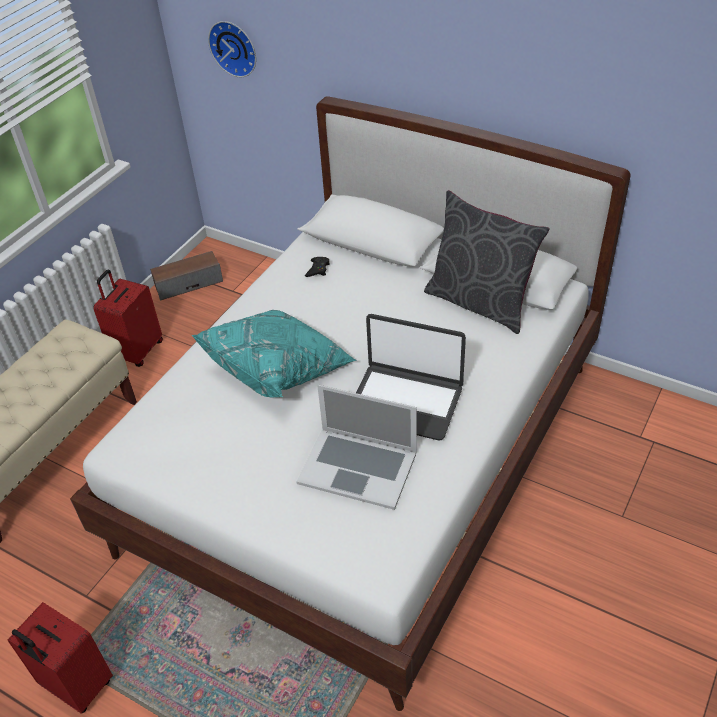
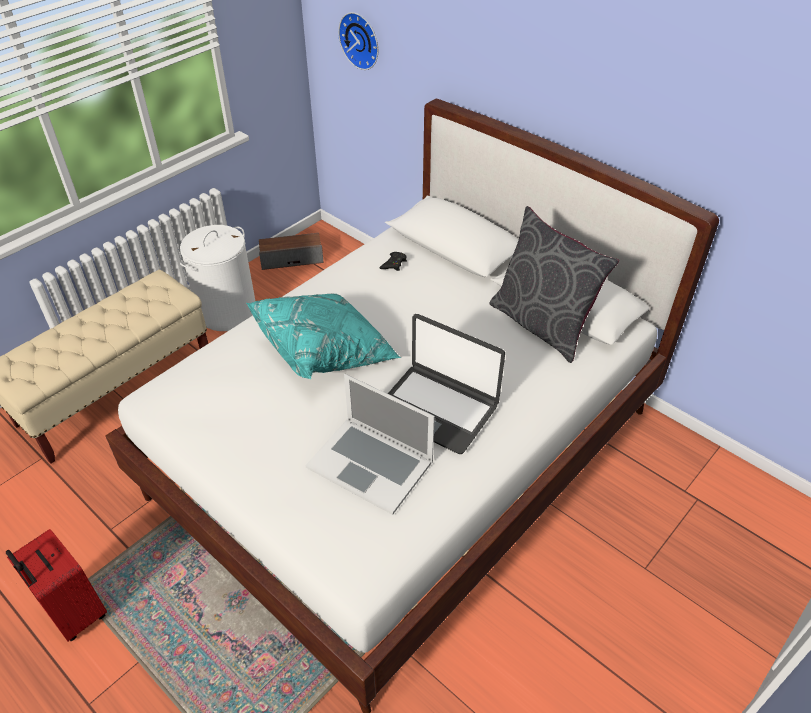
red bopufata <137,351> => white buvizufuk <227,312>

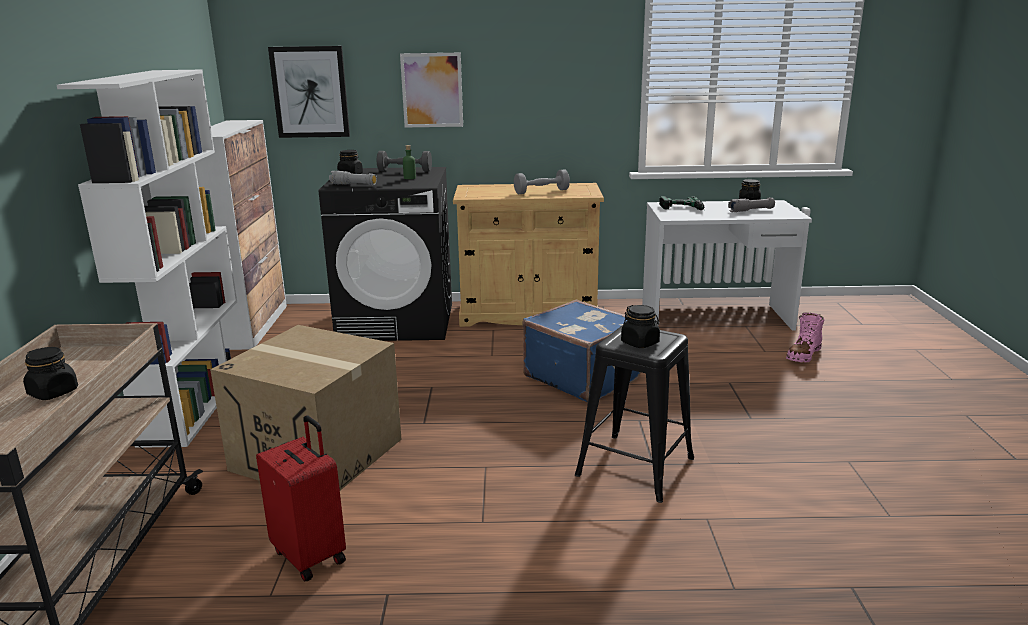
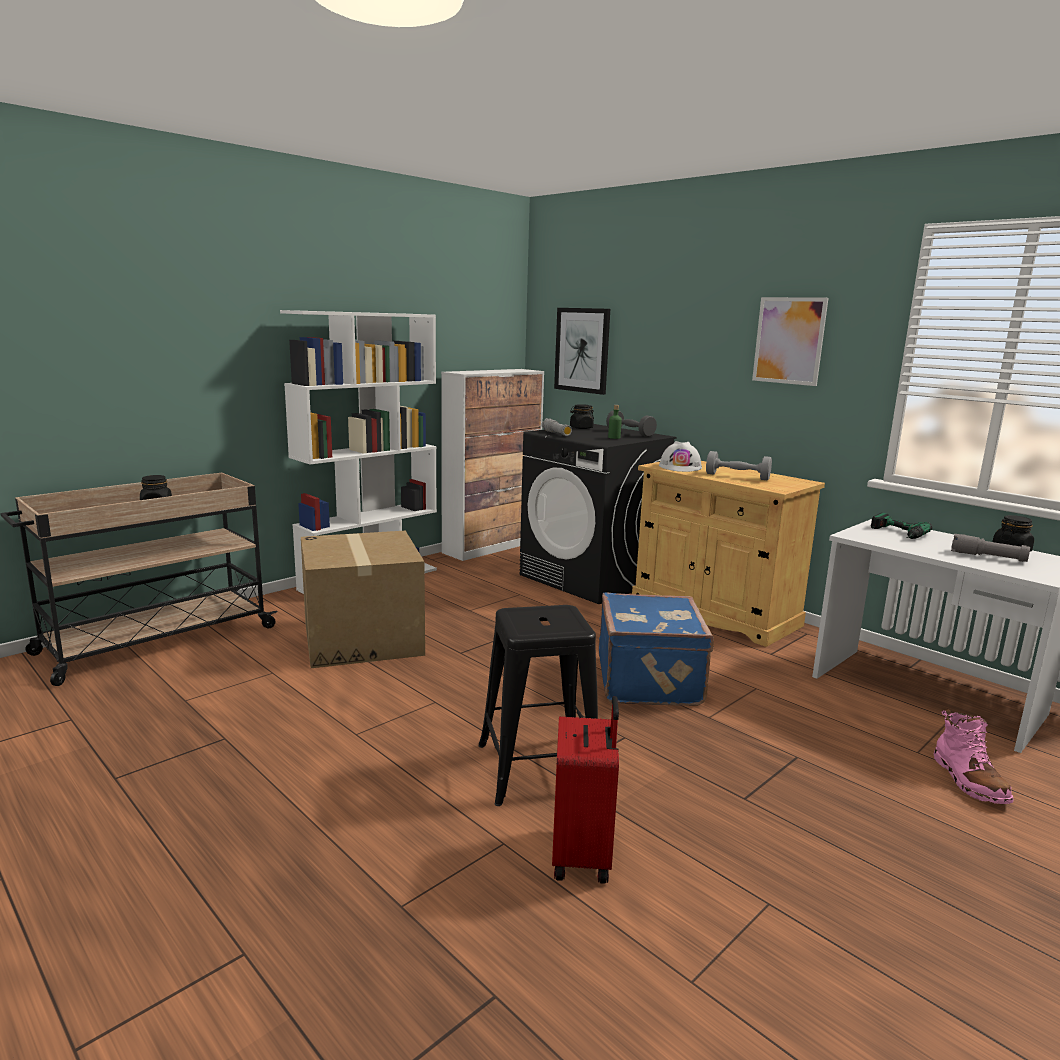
red bopufata <311,555> => red bopufata <583,855>, move
nothing => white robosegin <680,467>
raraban <432,90> => raraban <789,340>, move
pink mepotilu <803,355> => pink mepotilu <968,780>, 90 degrees counterclockwise
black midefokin <640,343> => nothing

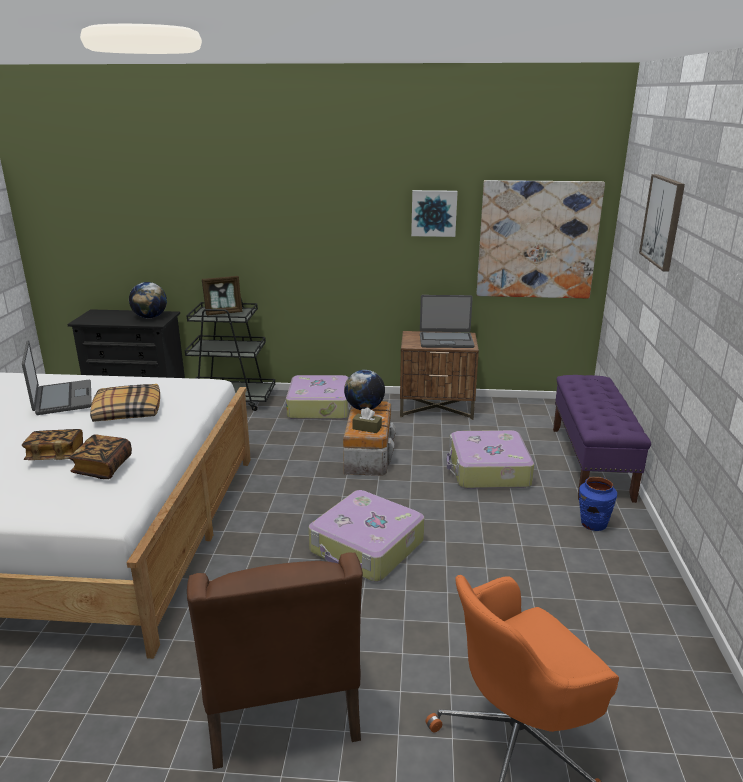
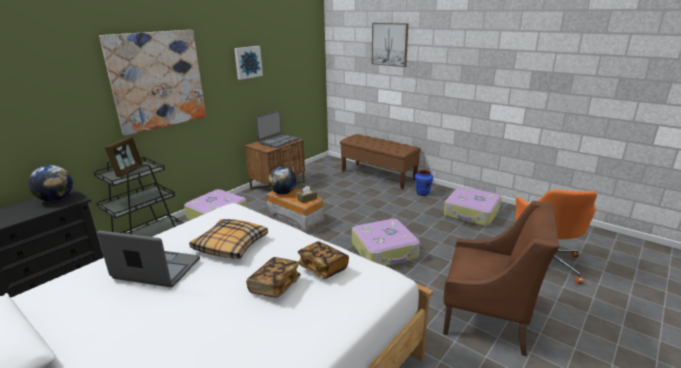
raraban <537,240> => raraban <157,80>, move
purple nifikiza <591,463> => brown nifikiza <378,175>
bopufata <487,471> => bopufata <471,213>, move

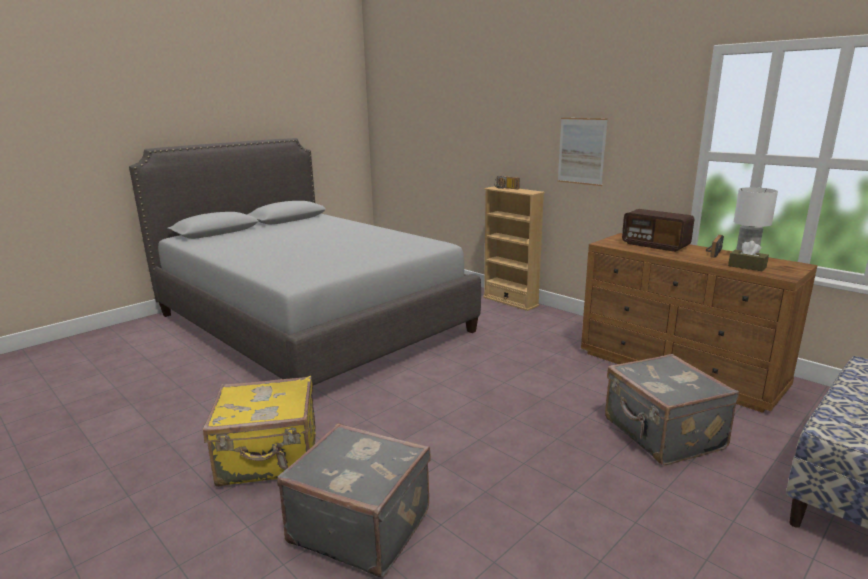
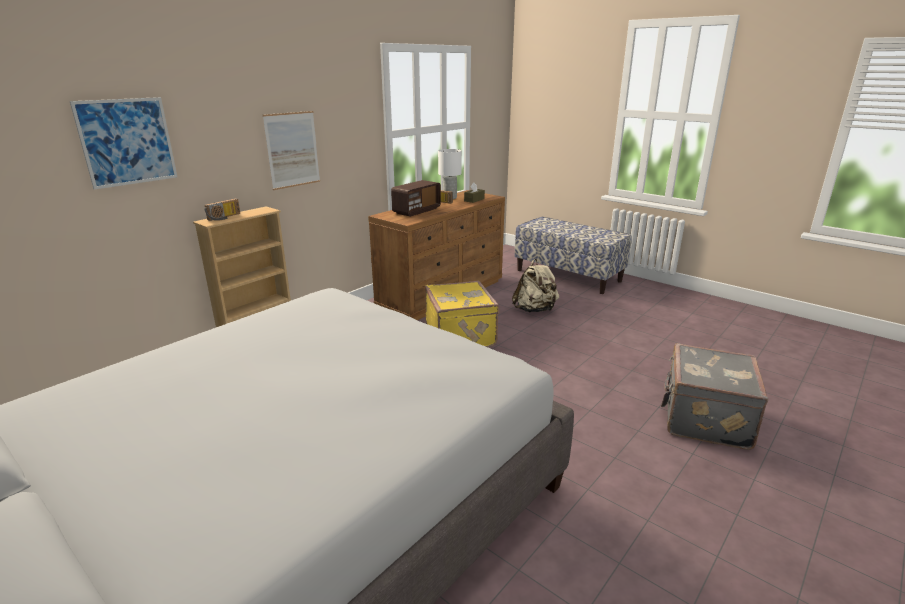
nothing => raraban <127,142>
yellow bopufata <270,459> => yellow bopufata <461,335>, move
grey bopufata <662,434> => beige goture <535,310>

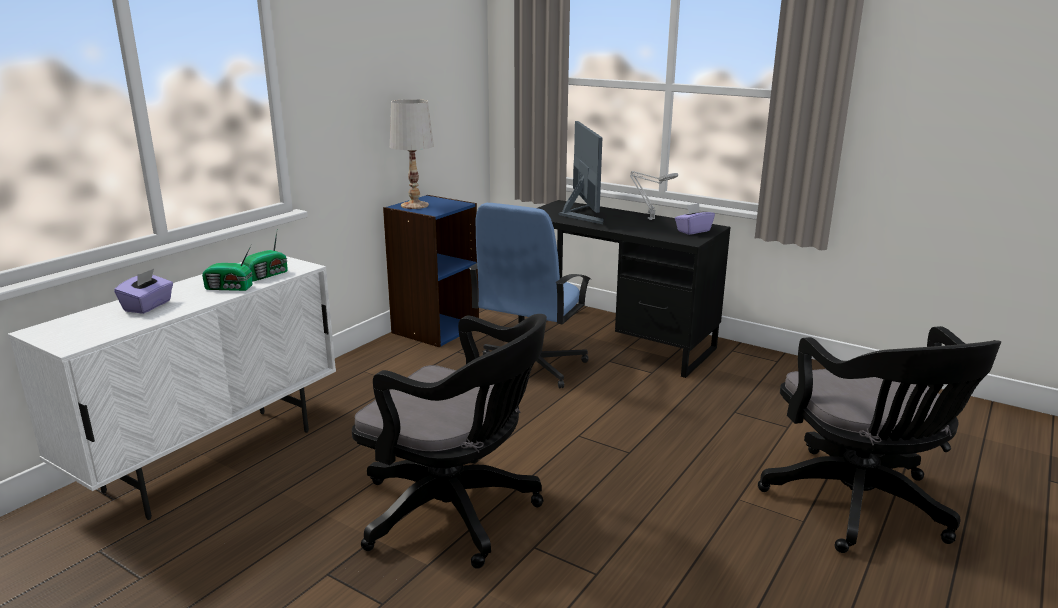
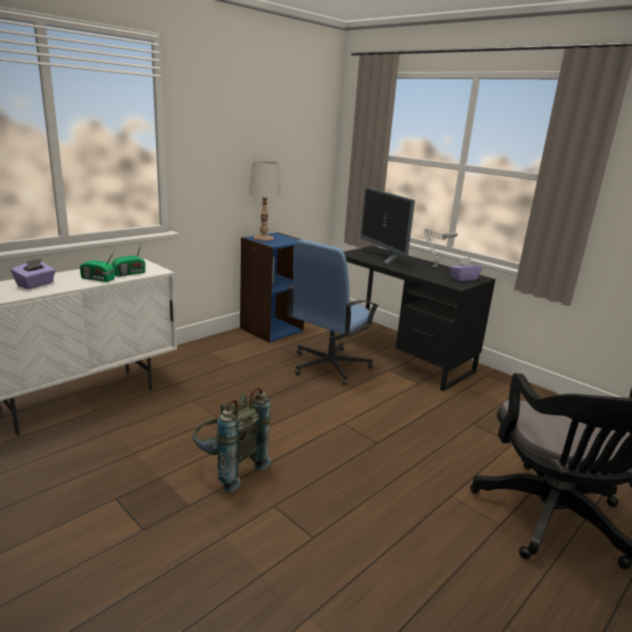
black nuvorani <456,513> => grey goture <228,468>
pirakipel <581,214> => pirakipel <383,257>, 150 degrees clockwise

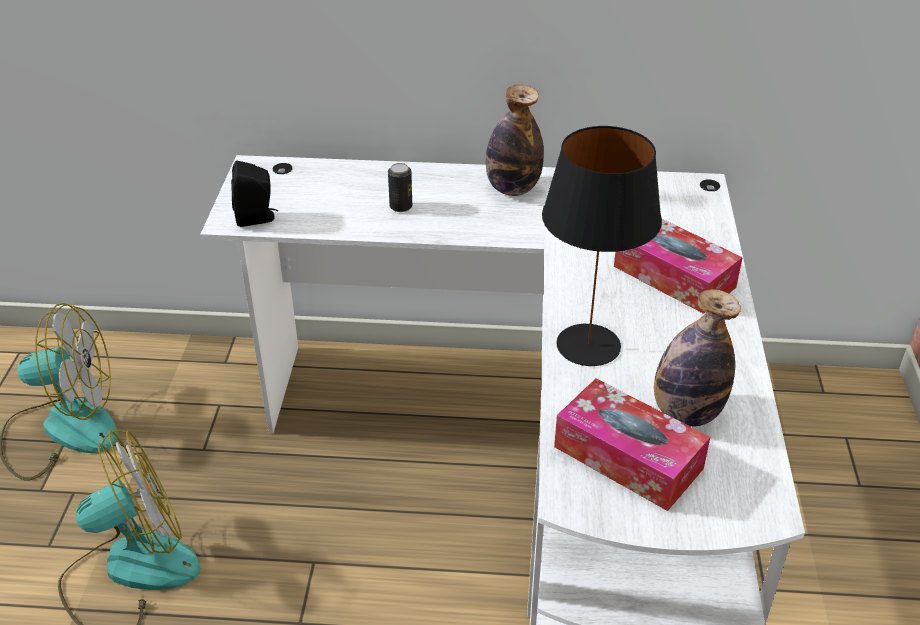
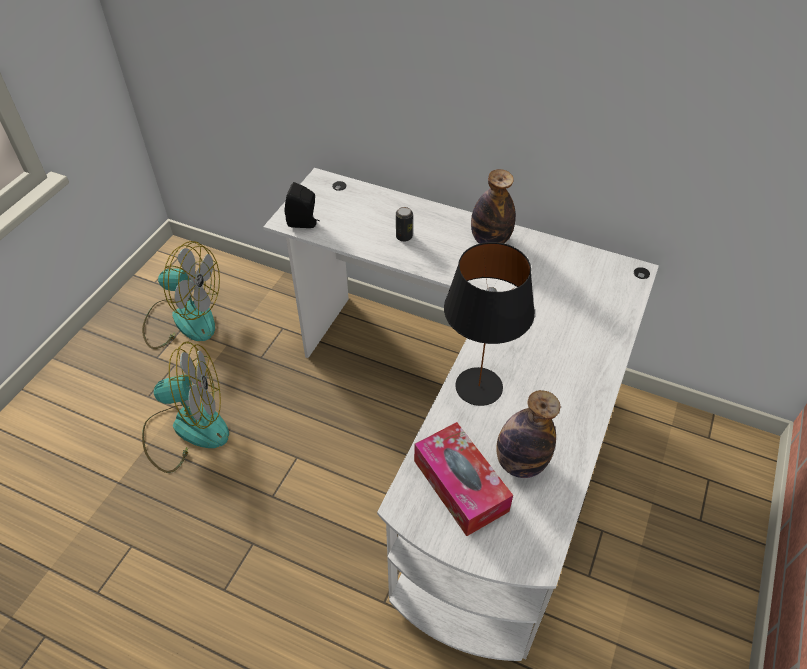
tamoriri <674,277> => nothing

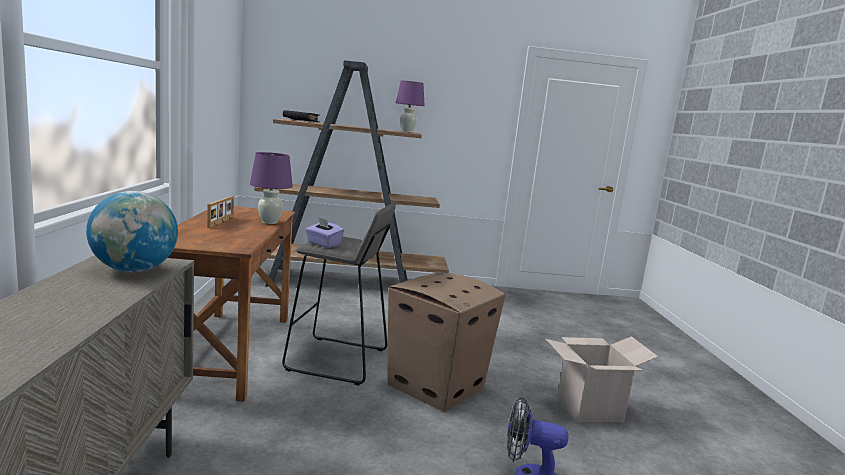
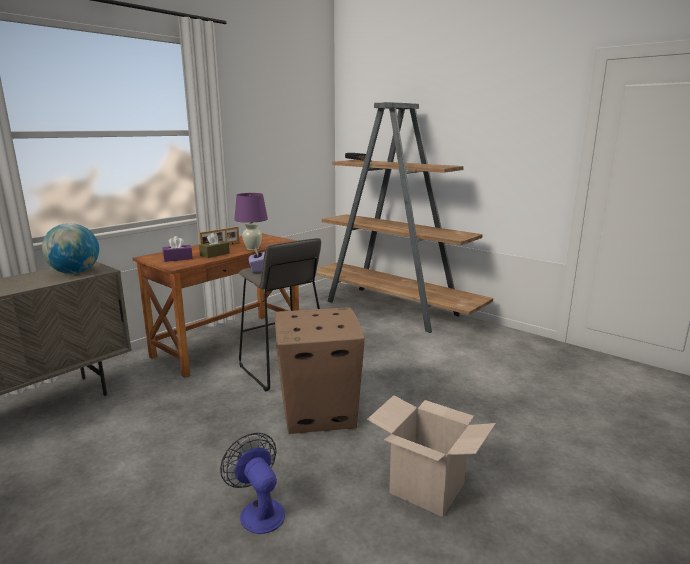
nothing => purple tamoriri <178,258>
nothing => brown tamoriri <214,254>
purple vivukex <407,131> => nothing

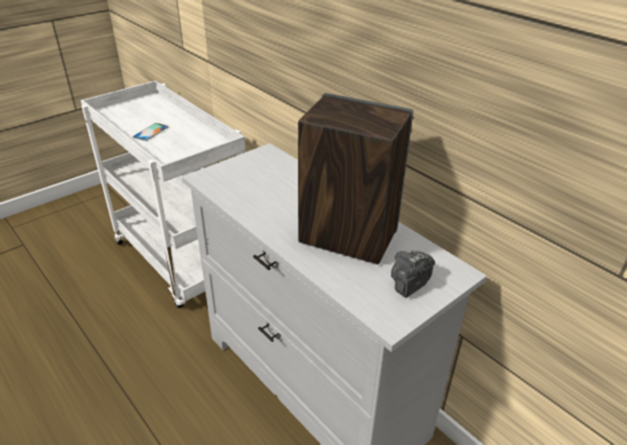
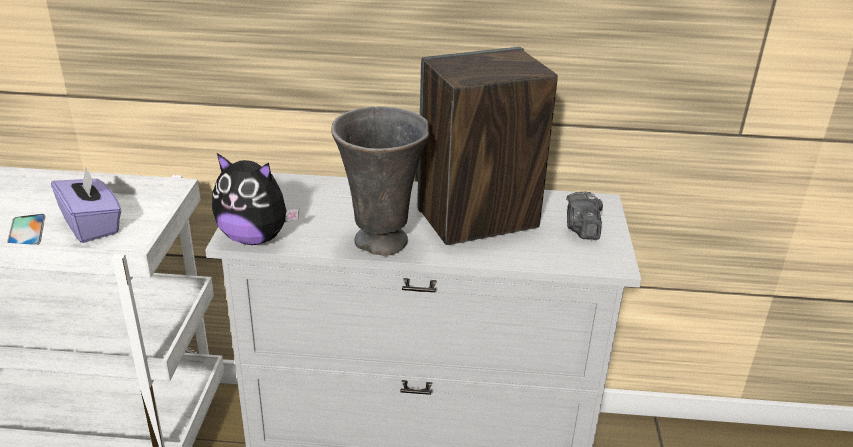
nothing => purple tamoriri <92,225>
nothing => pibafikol <255,238>
nothing => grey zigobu <381,243>

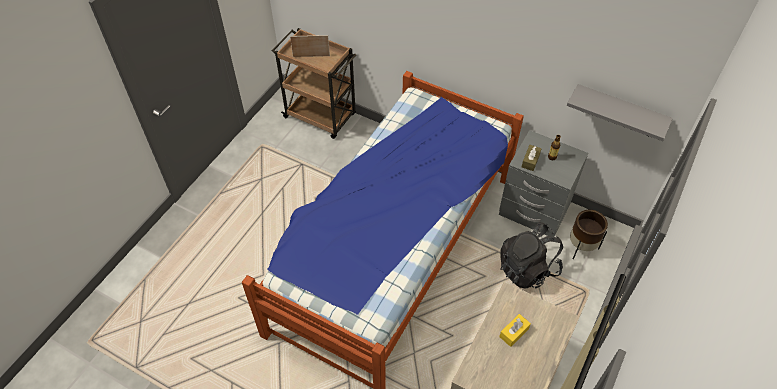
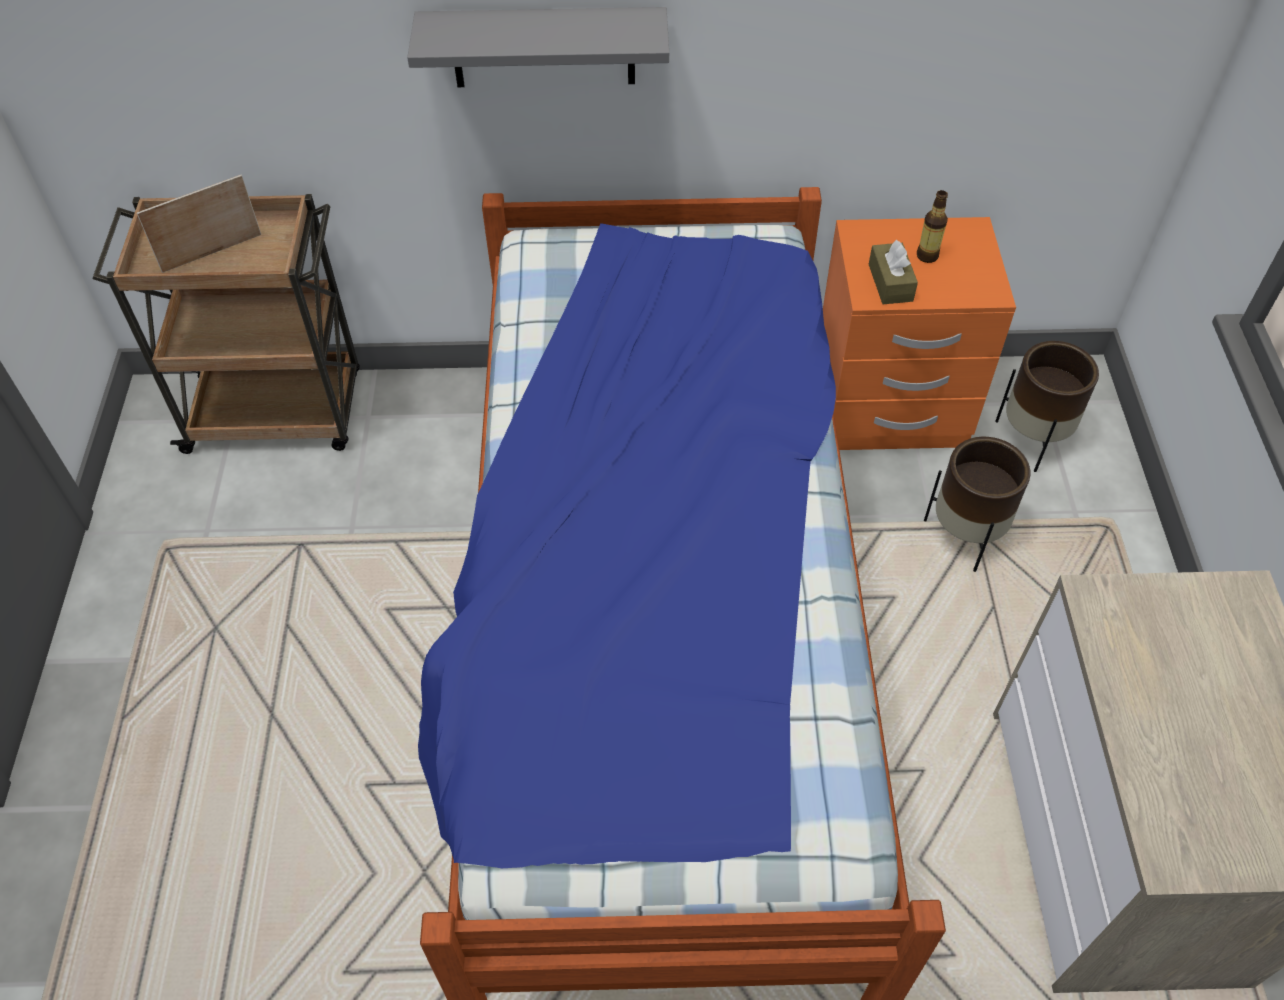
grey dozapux <619,112> => grey dozapux <543,47>, move
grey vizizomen <533,211> => orange vizizomen <889,409>
black goture <527,268> => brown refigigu <966,536>
yellow tamoriri <514,332> => nothing

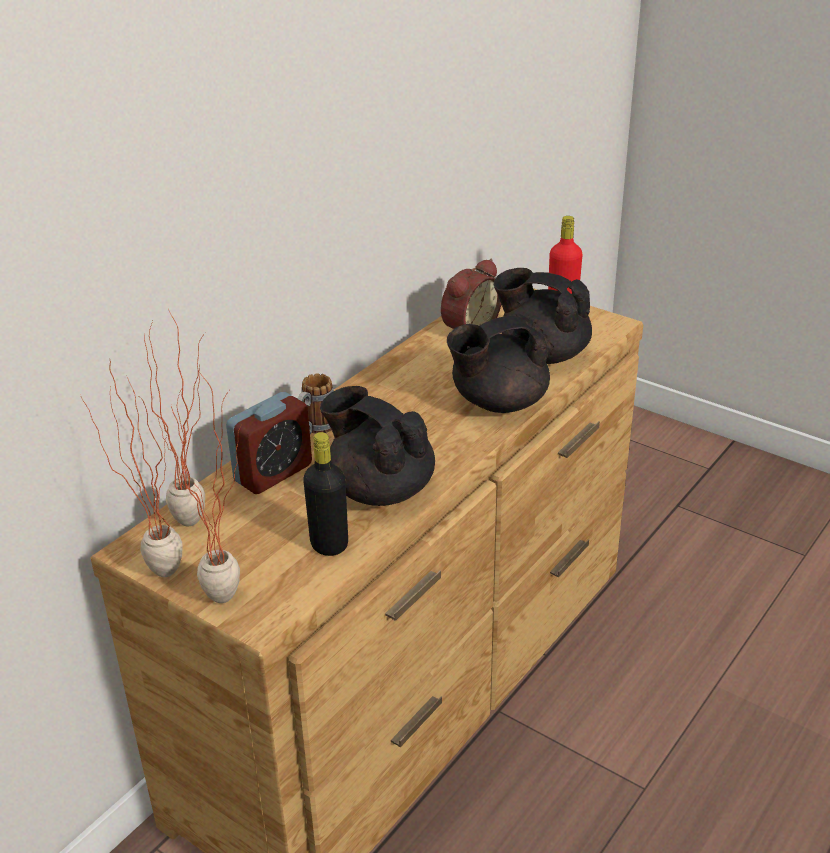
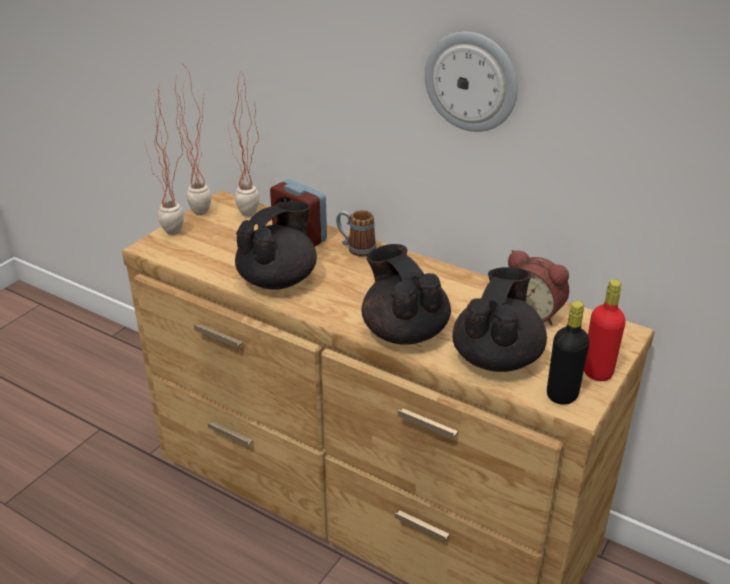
nothing => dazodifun <471,81>
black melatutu <329,545> => black melatutu <562,395>, move

